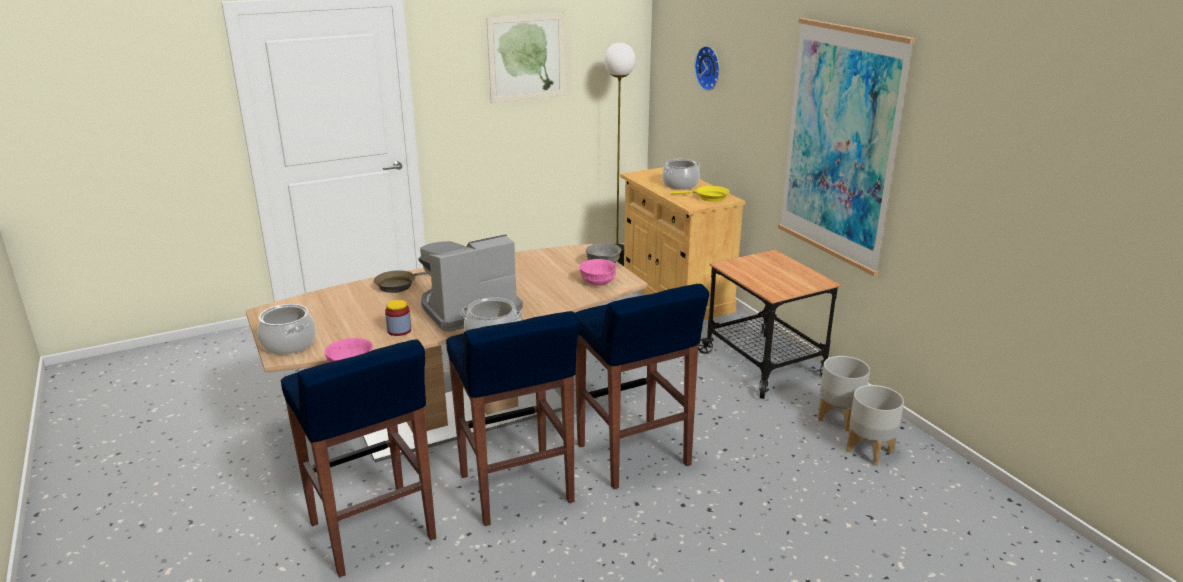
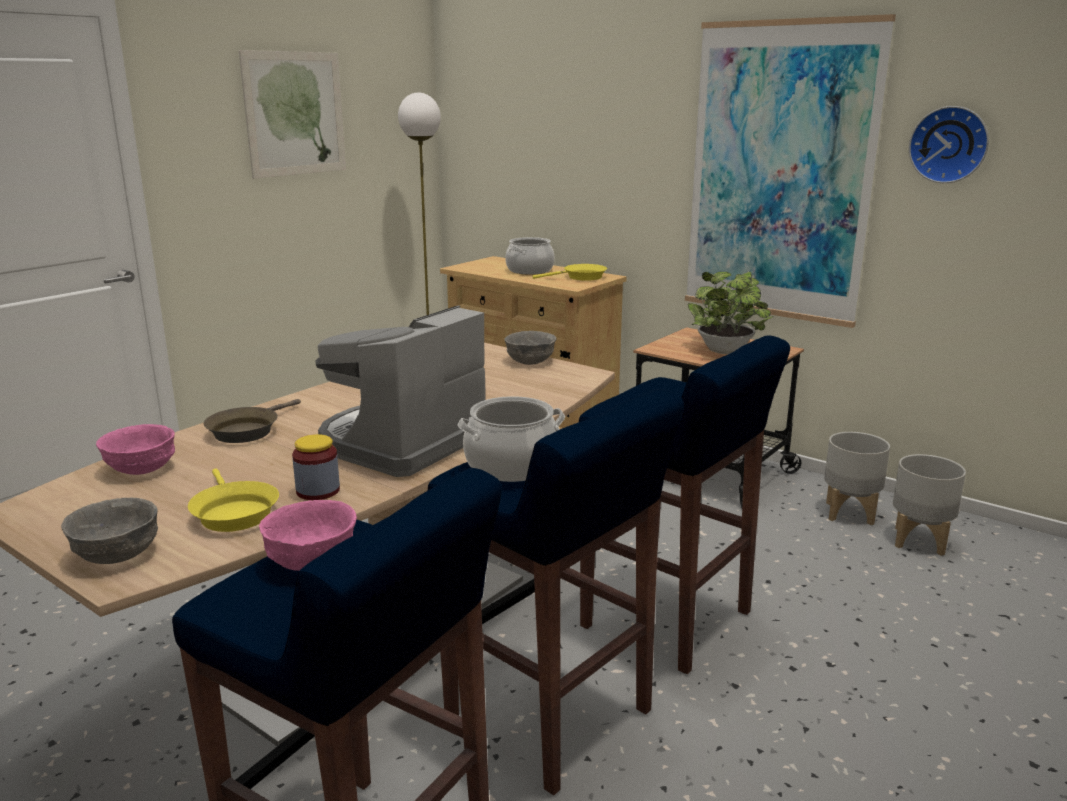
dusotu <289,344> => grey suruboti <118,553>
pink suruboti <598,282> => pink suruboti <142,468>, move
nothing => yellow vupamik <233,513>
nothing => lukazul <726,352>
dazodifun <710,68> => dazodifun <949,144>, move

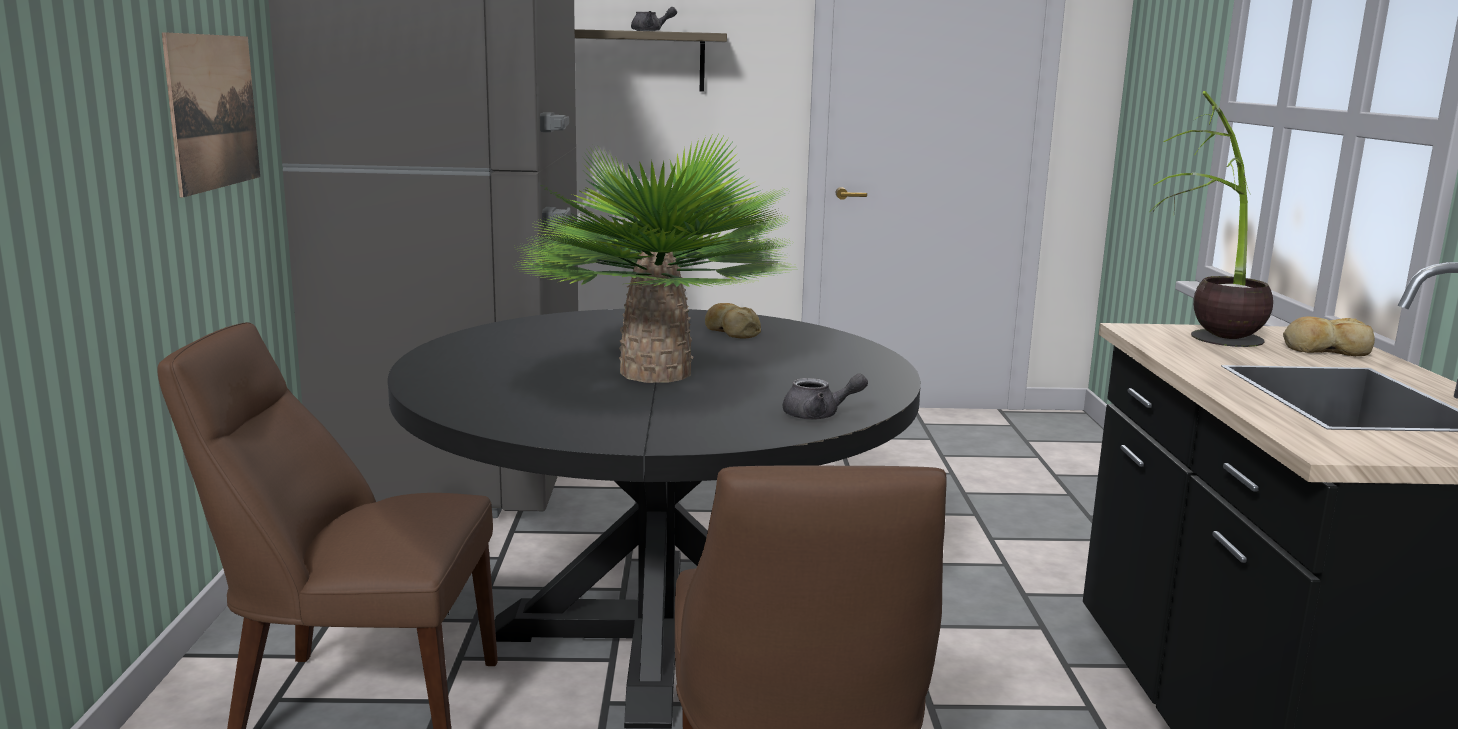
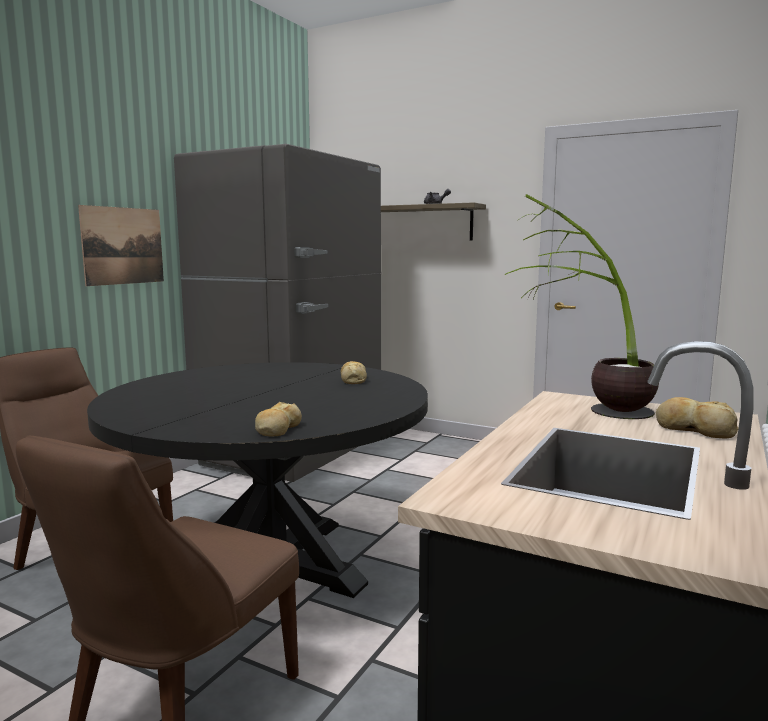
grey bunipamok <819,415> => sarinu <278,429>
lukazul <655,372> => nothing

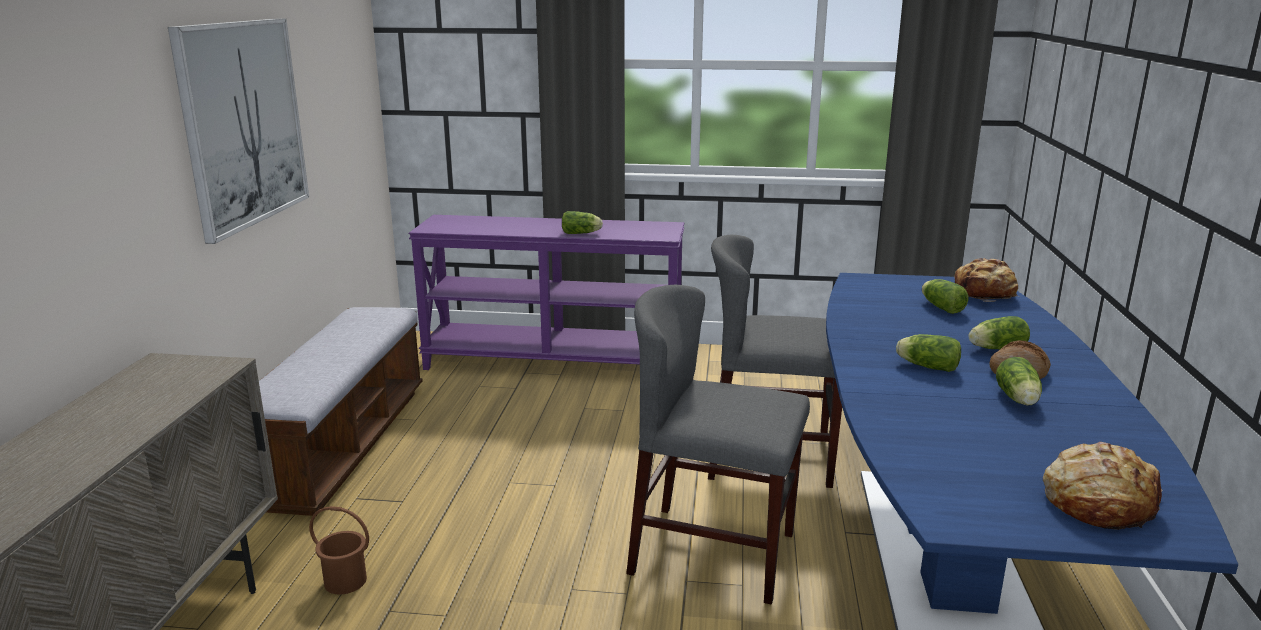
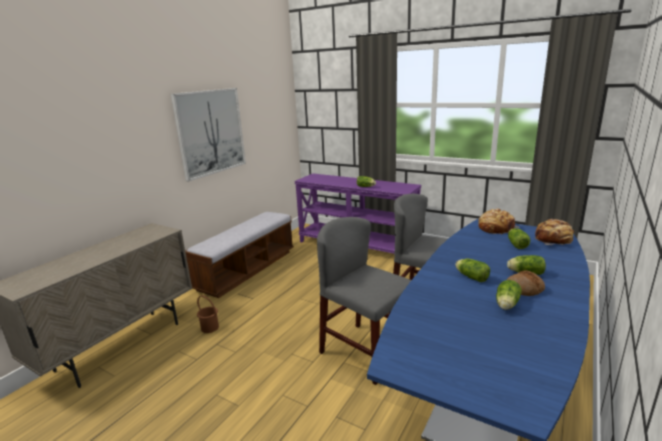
sarinu <1098,502> => sarinu <495,228>, move

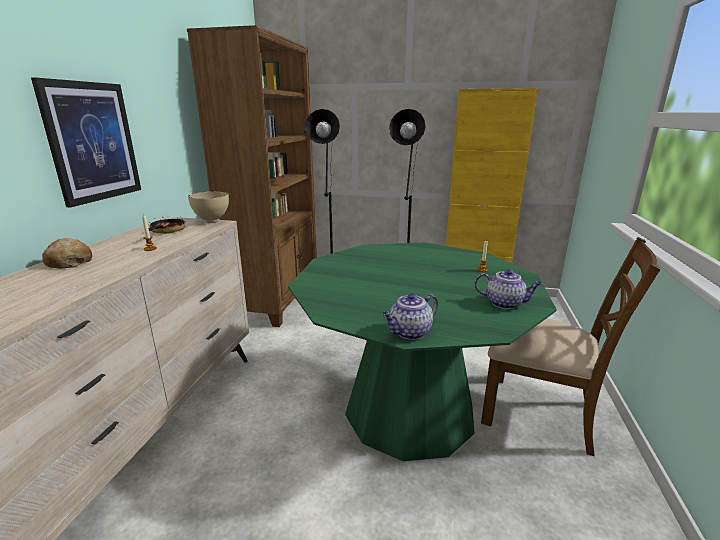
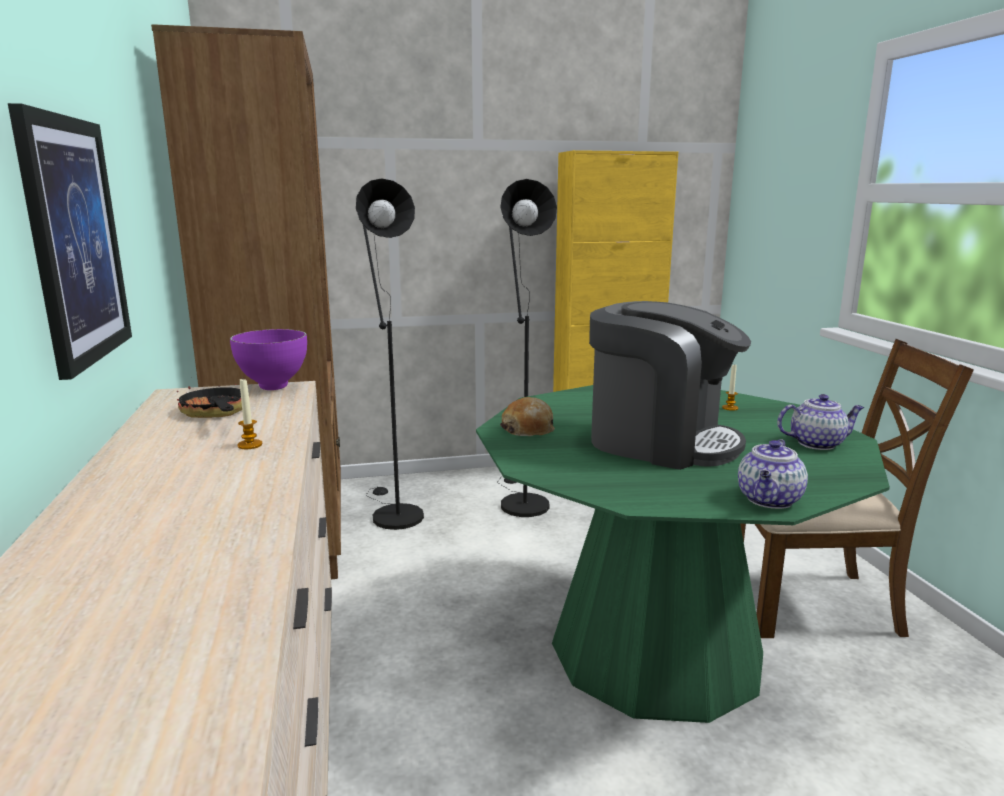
beige suruboti <213,221> => purple suruboti <275,387>
sarinu <69,262> => sarinu <528,429>, move
nothing => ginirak <660,442>

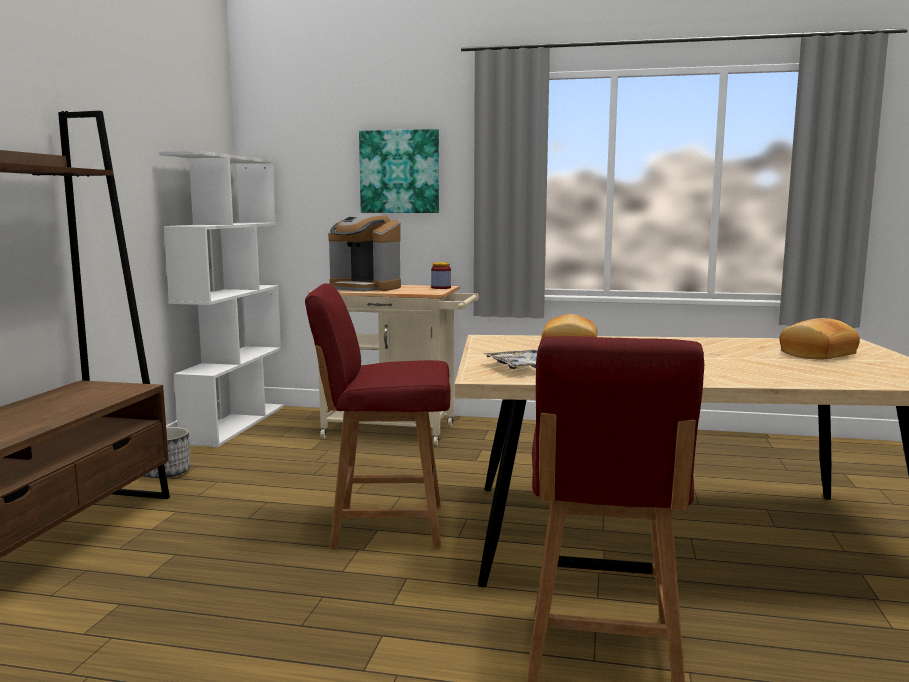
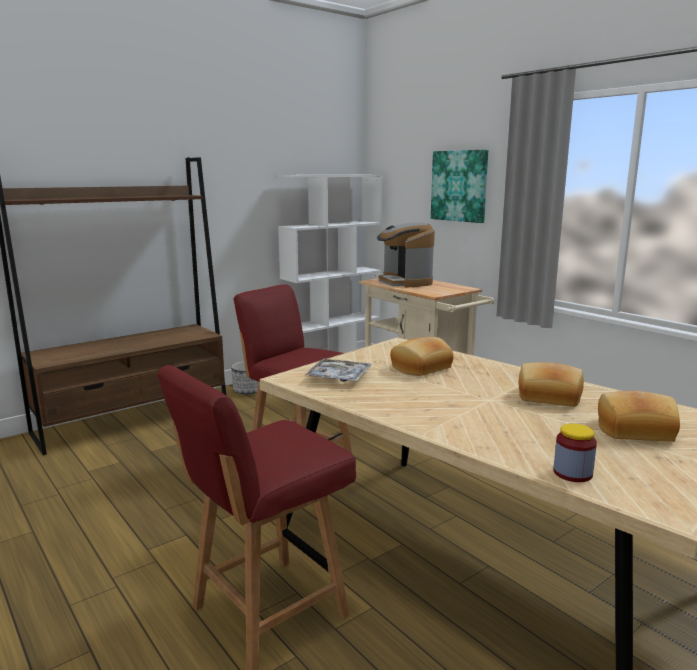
nothing => sarinu <549,398>
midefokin <441,288> => midefokin <572,473>, move

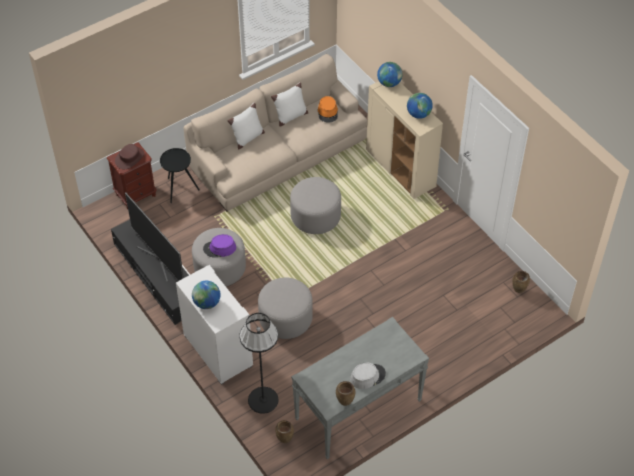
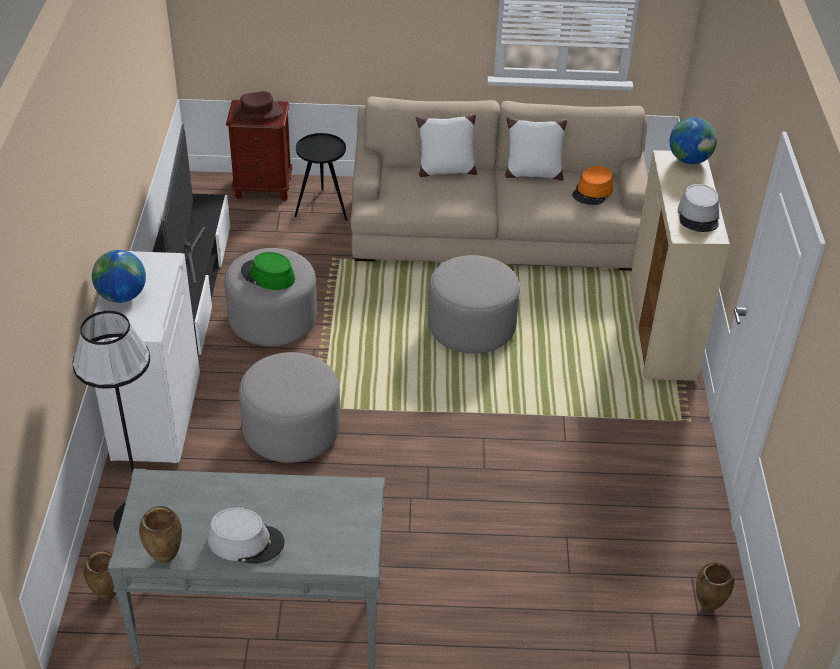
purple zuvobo <219,248> => green zuvobo <268,275>
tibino <418,114> => grey zuvobo <698,215>

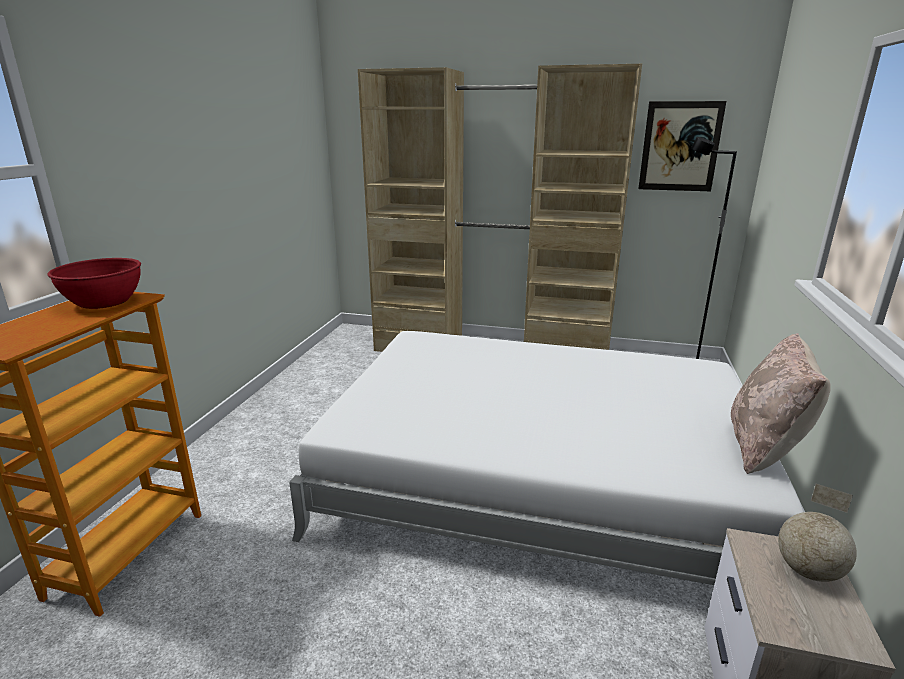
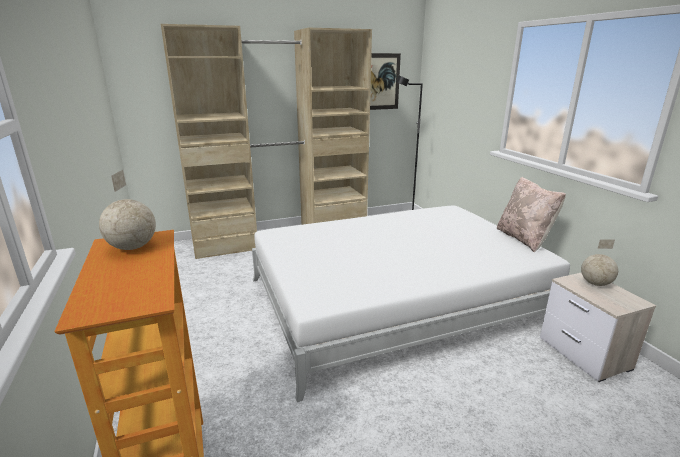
red suruboti <104,302> => tibino <133,247>

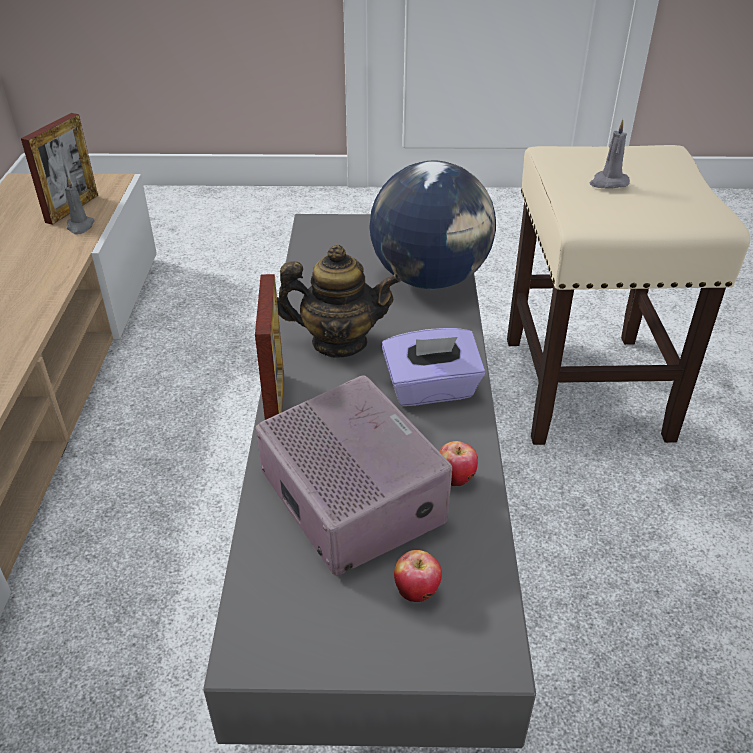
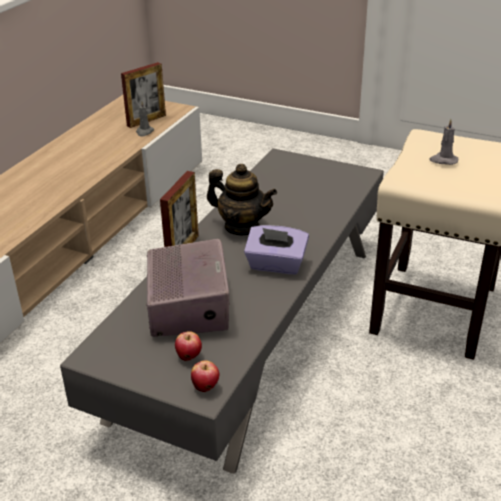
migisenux <455,479> => migisenux <205,387>, move
tibino <430,279> => nothing

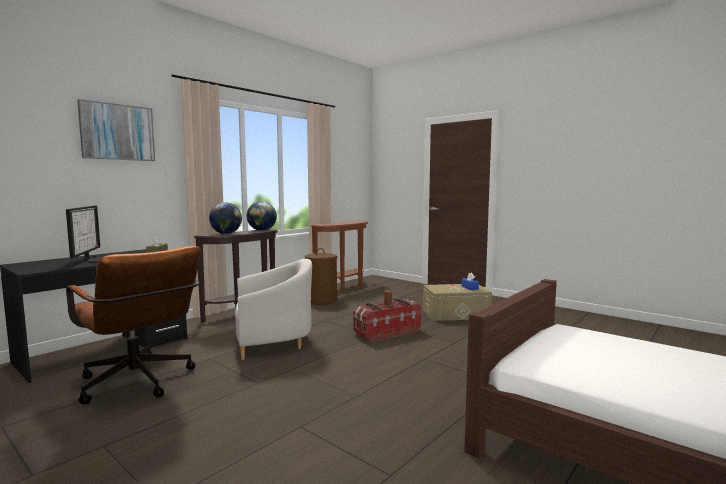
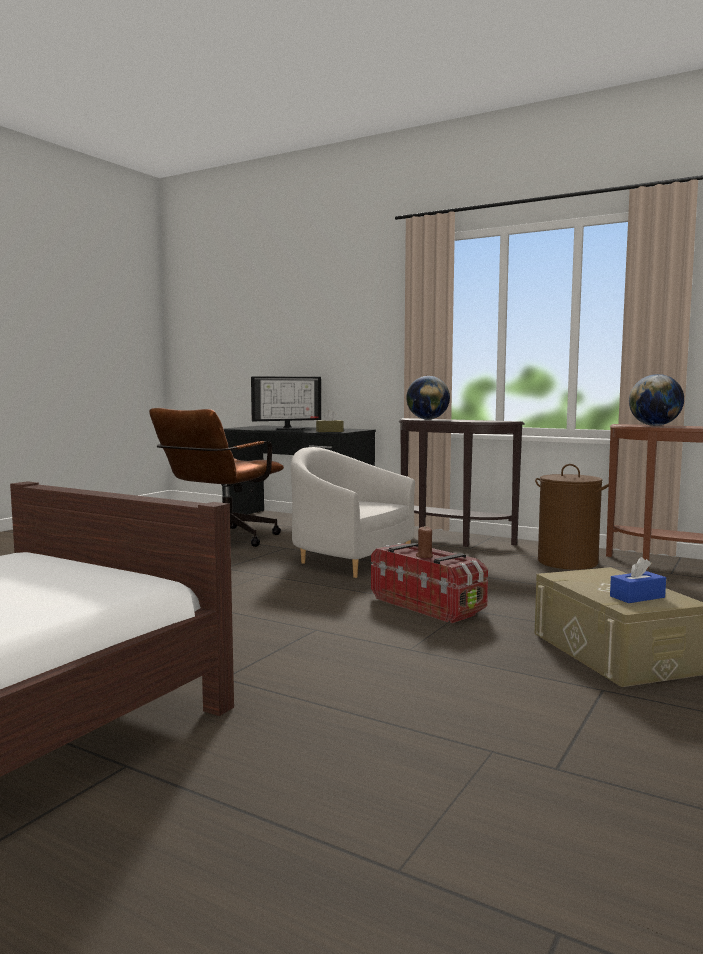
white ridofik <272,342> => white ridofik <349,560>, 150 degrees clockwise
tibino <262,230> => tibino <654,425>, move
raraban <117,132> => nothing

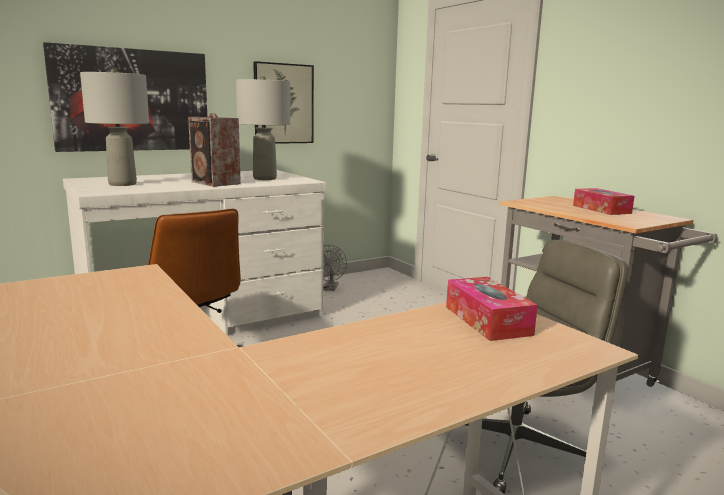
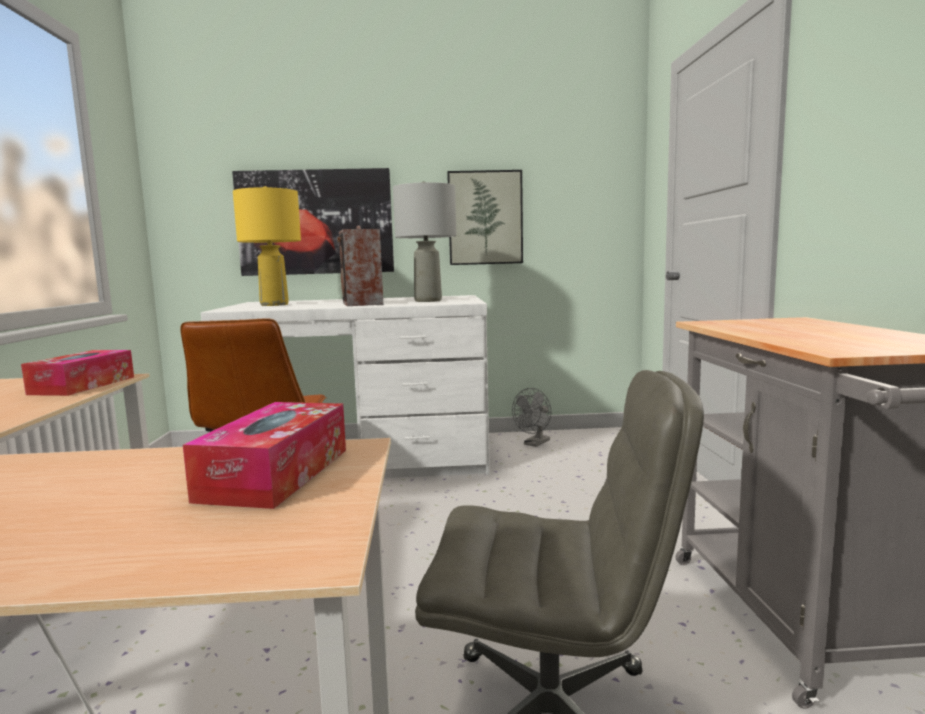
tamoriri <601,209> => tamoriri <83,385>, move
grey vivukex <122,184> => yellow vivukex <274,305>

